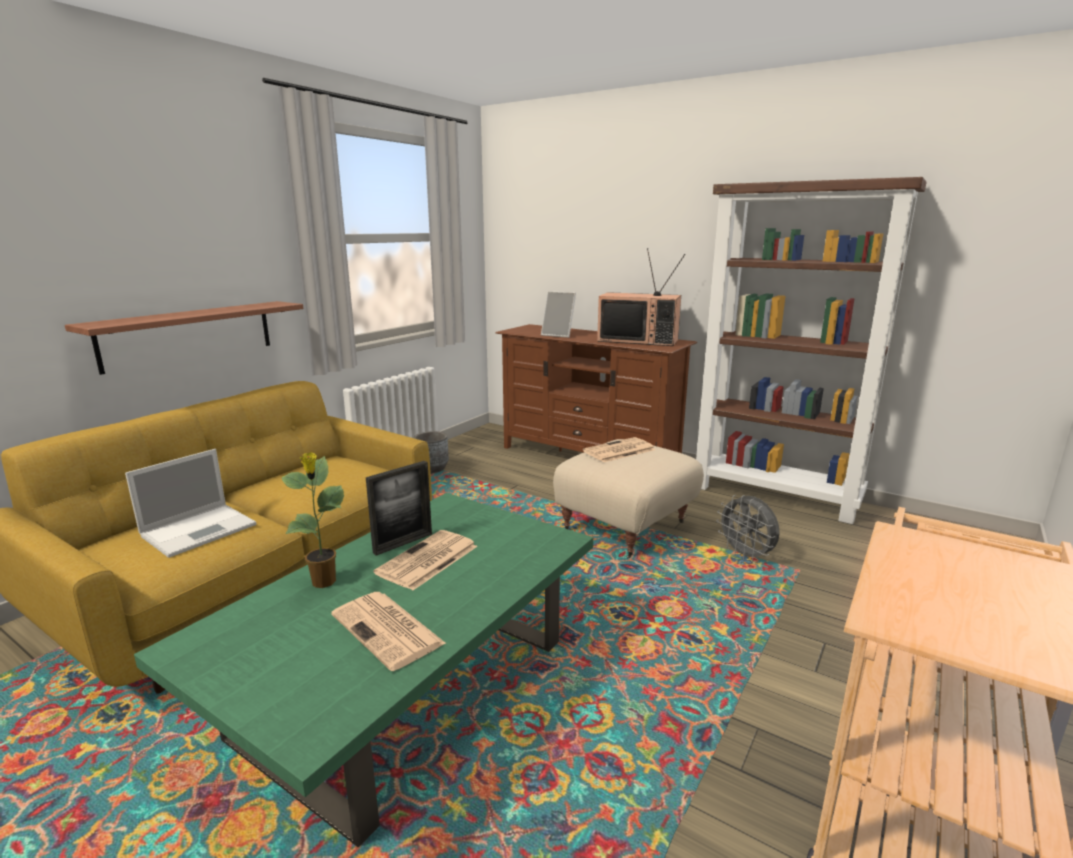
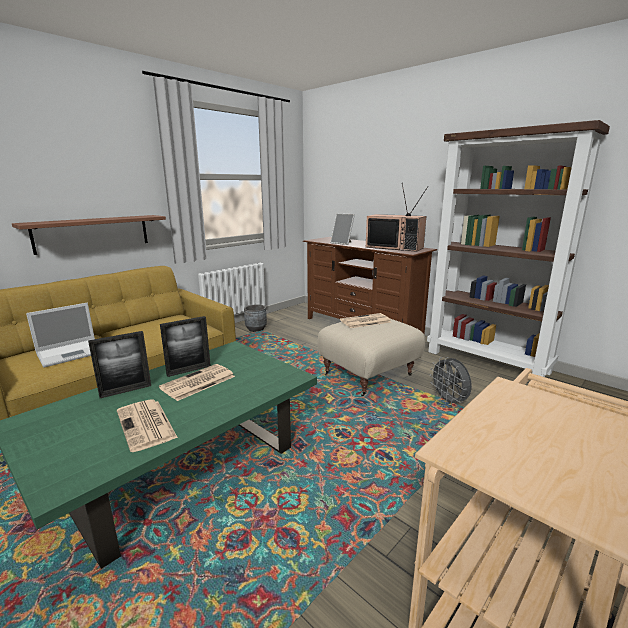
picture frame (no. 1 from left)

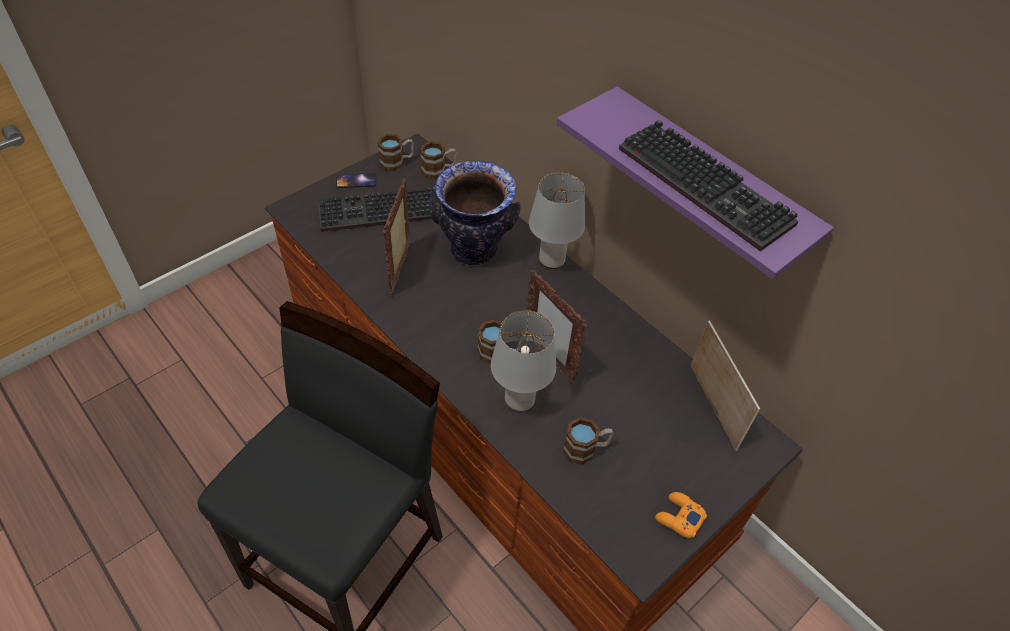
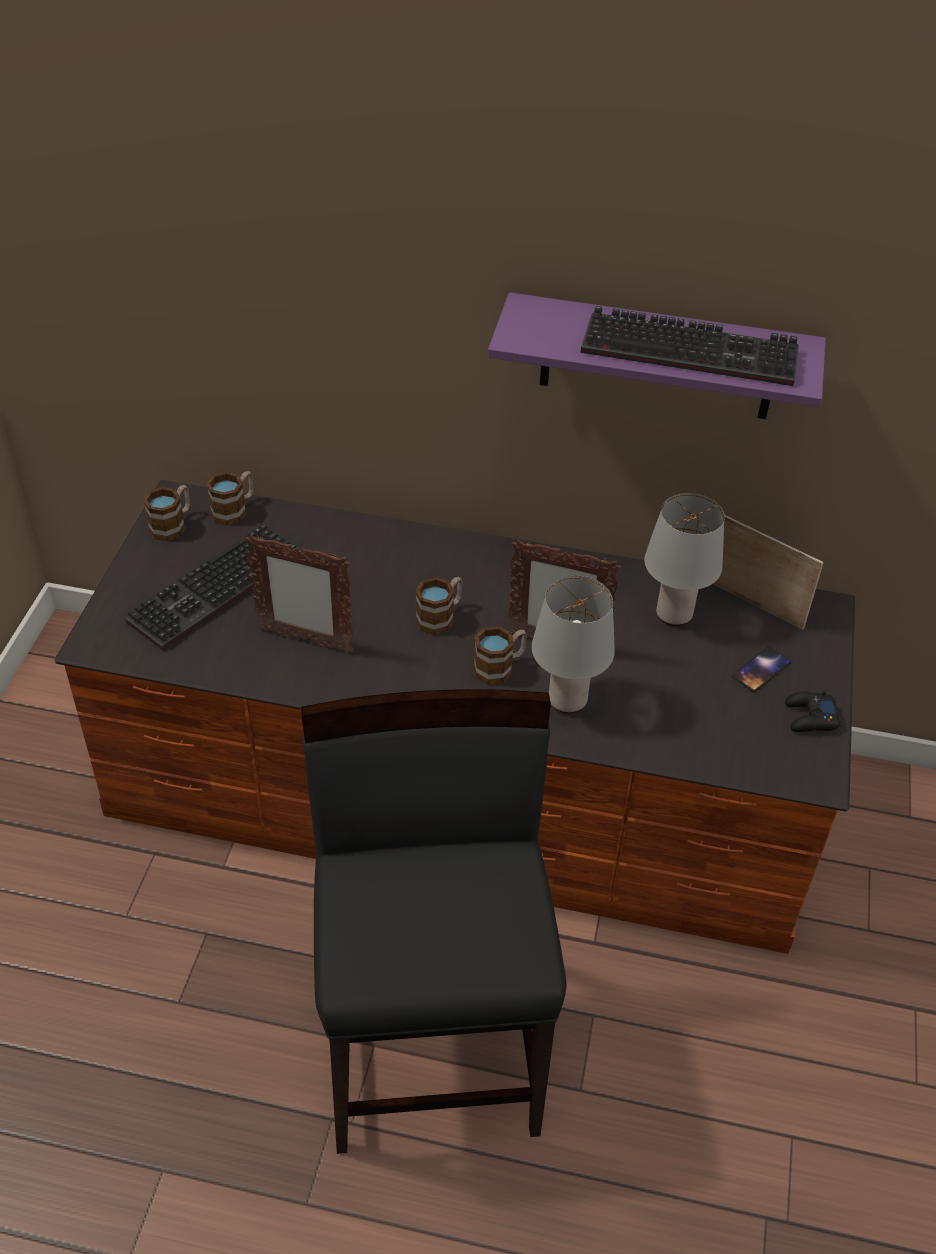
flower vase
telephone
gray table lamp (no. 2 from left)
picture frame (no. 1 from left)
coffee mug (no. 3 from left)
blackish gamepad

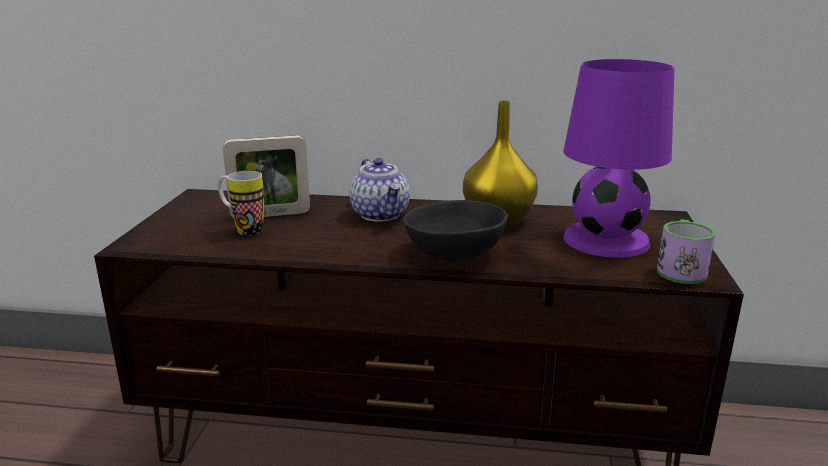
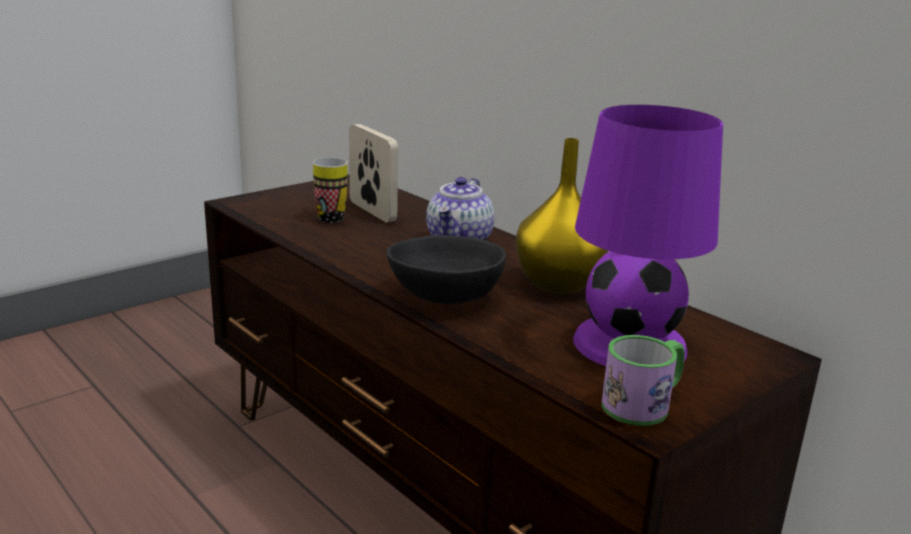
picture frame

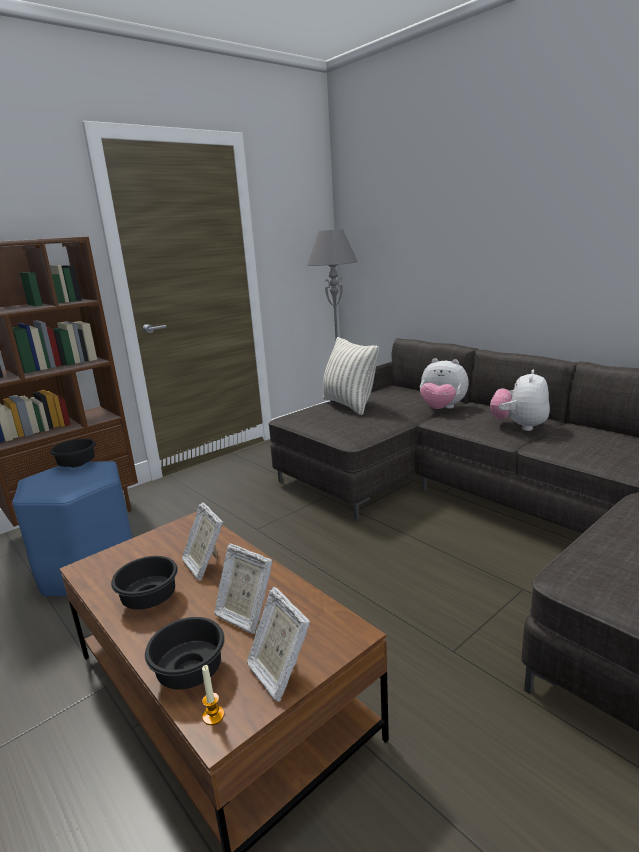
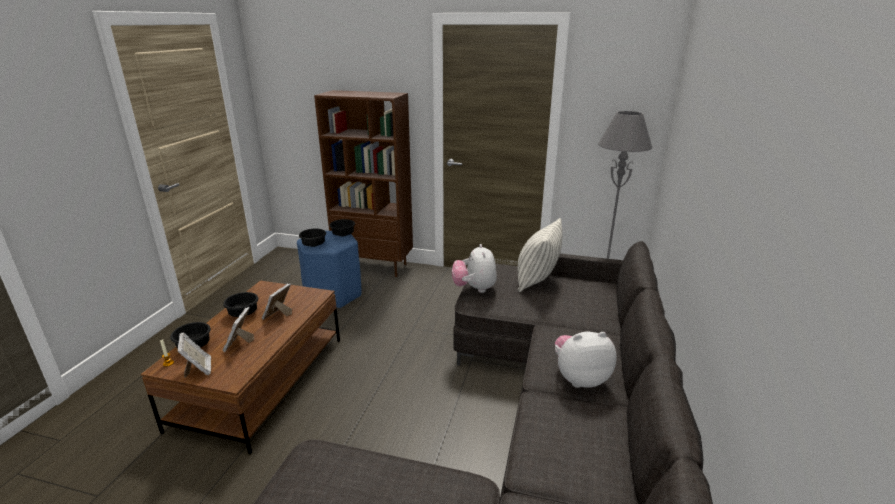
soft toy (no. 1 from left)
picture frame (no. 1 from left)
blackish bowl (no. 3 from left)

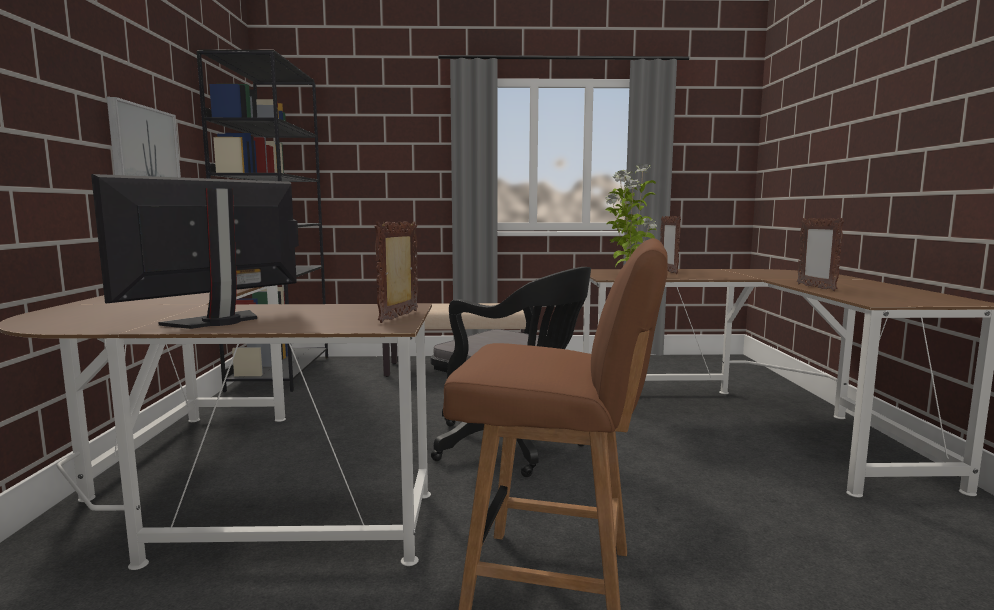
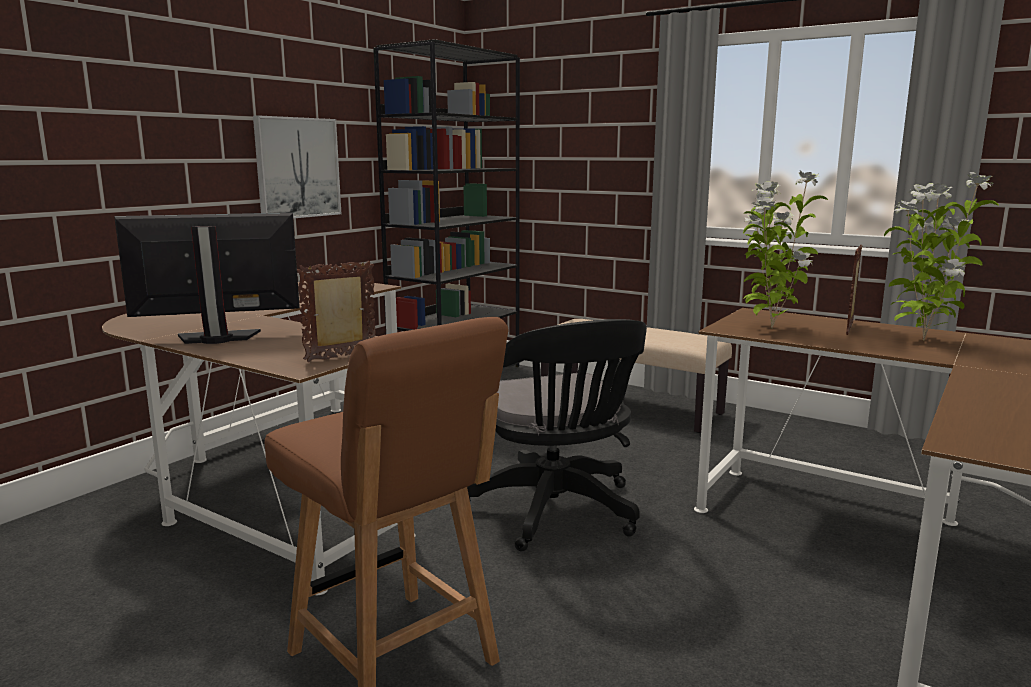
picture frame (no. 3 from left in the first image)
plant in a pot (no. 2 from left)

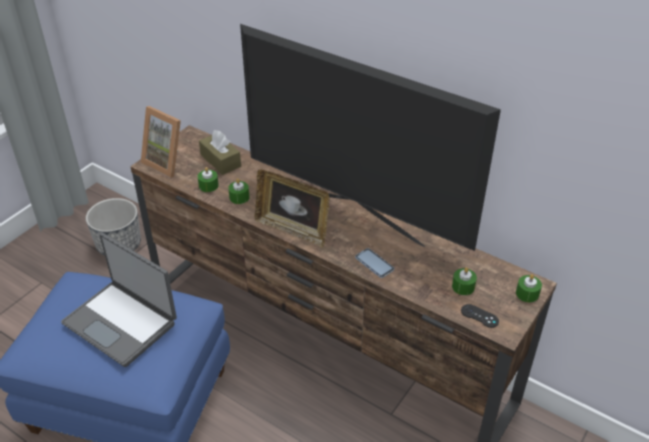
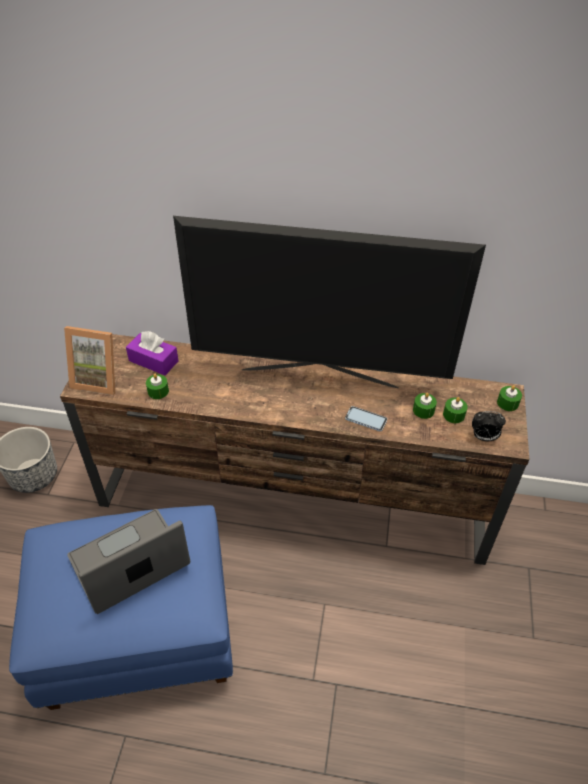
purplish tissue box
picture frame (no. 2 from left in the first image)
green candle (no. 2 from left)
laptop
bedside clock

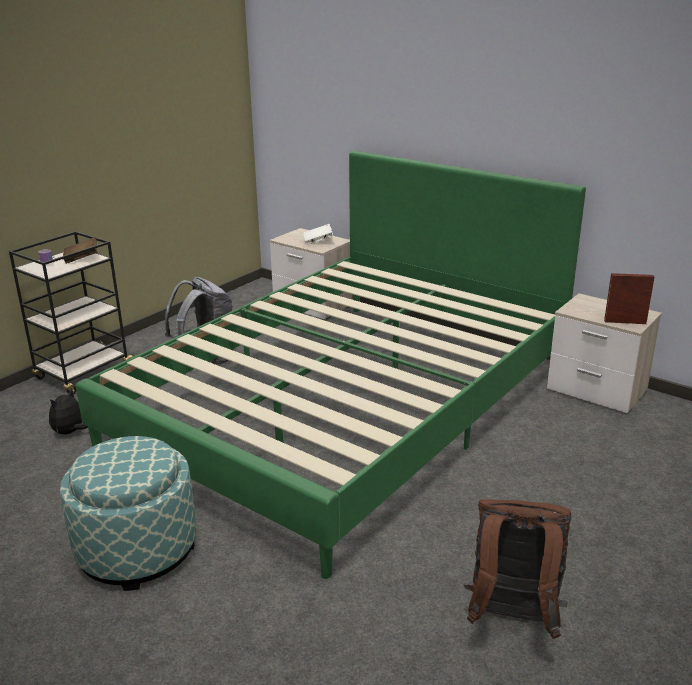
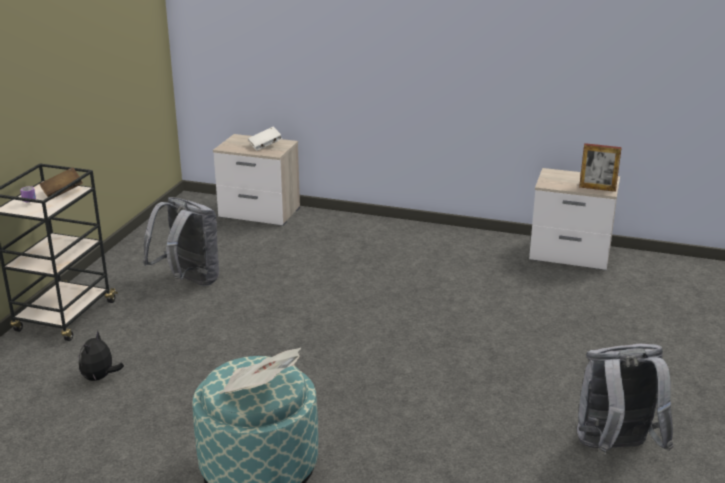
green sleeping bed
picture frame
gray rucksack (no. 2 from left)
printed paper

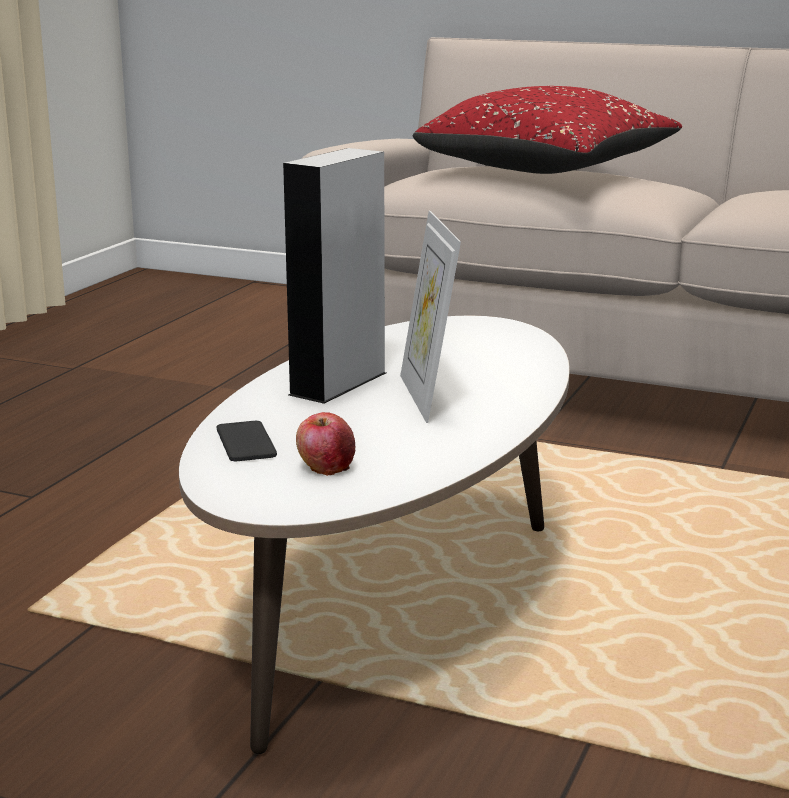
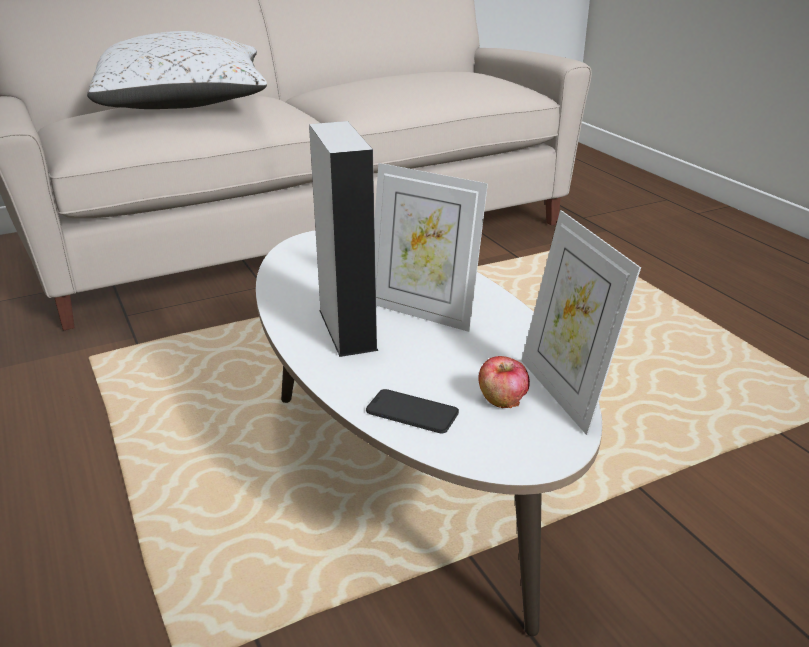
whitish throw pillow
picture frame (no. 2 from left)

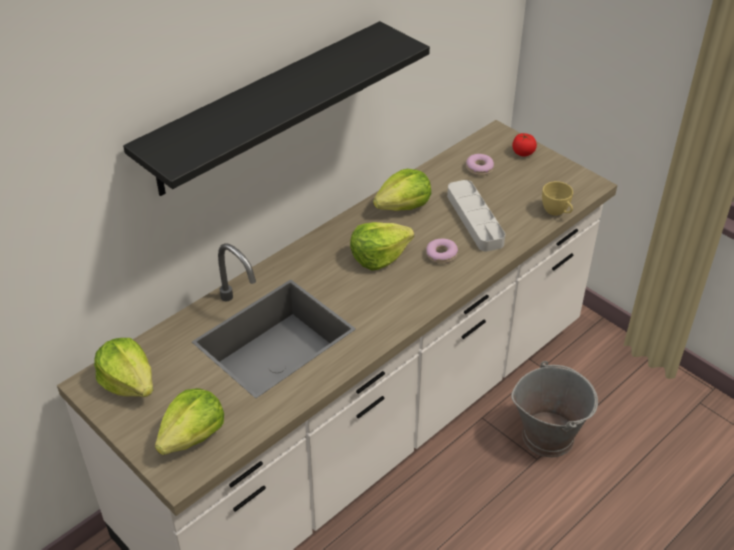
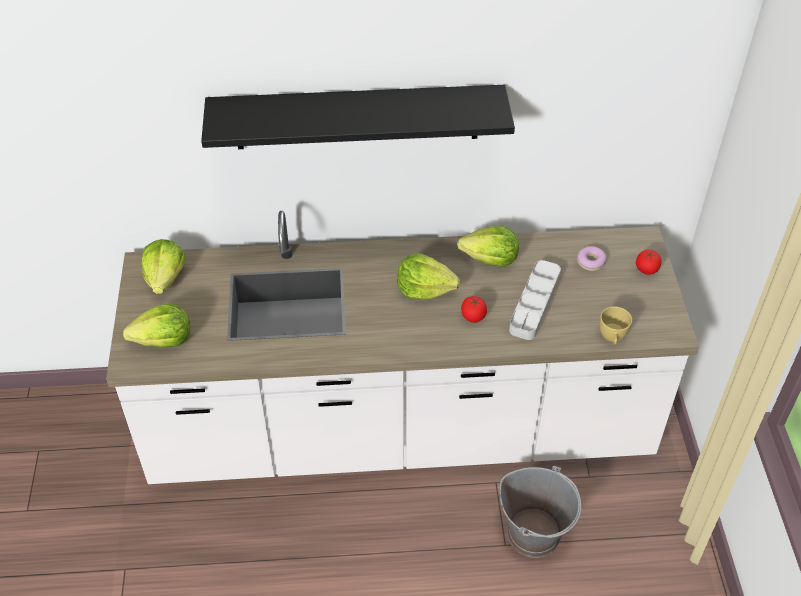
tomato (no. 1 from left)

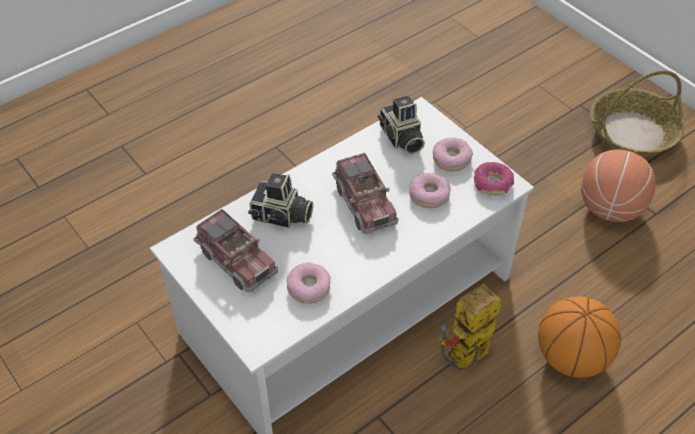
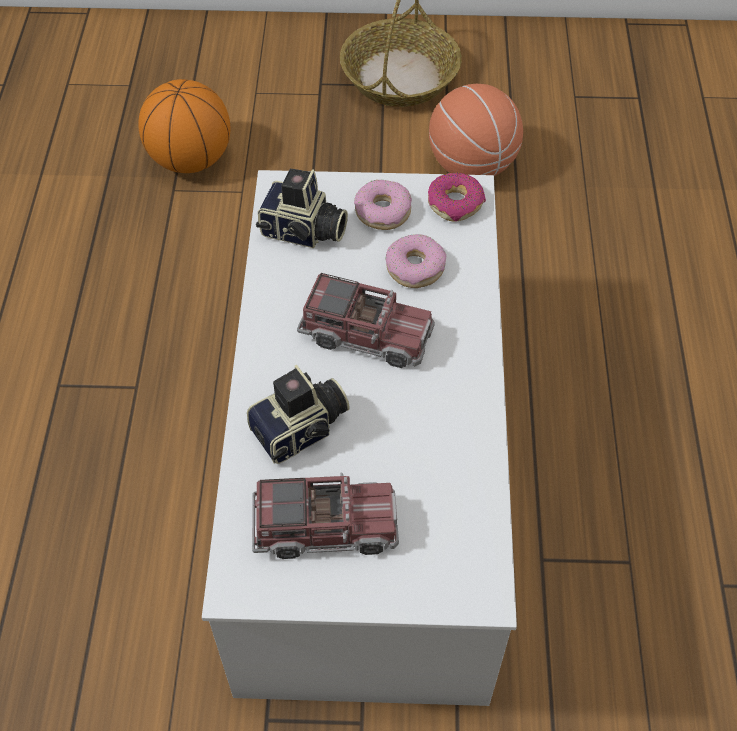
donut (no. 1 from left in the first image)
robot figure
basketball (no. 1 from left)

